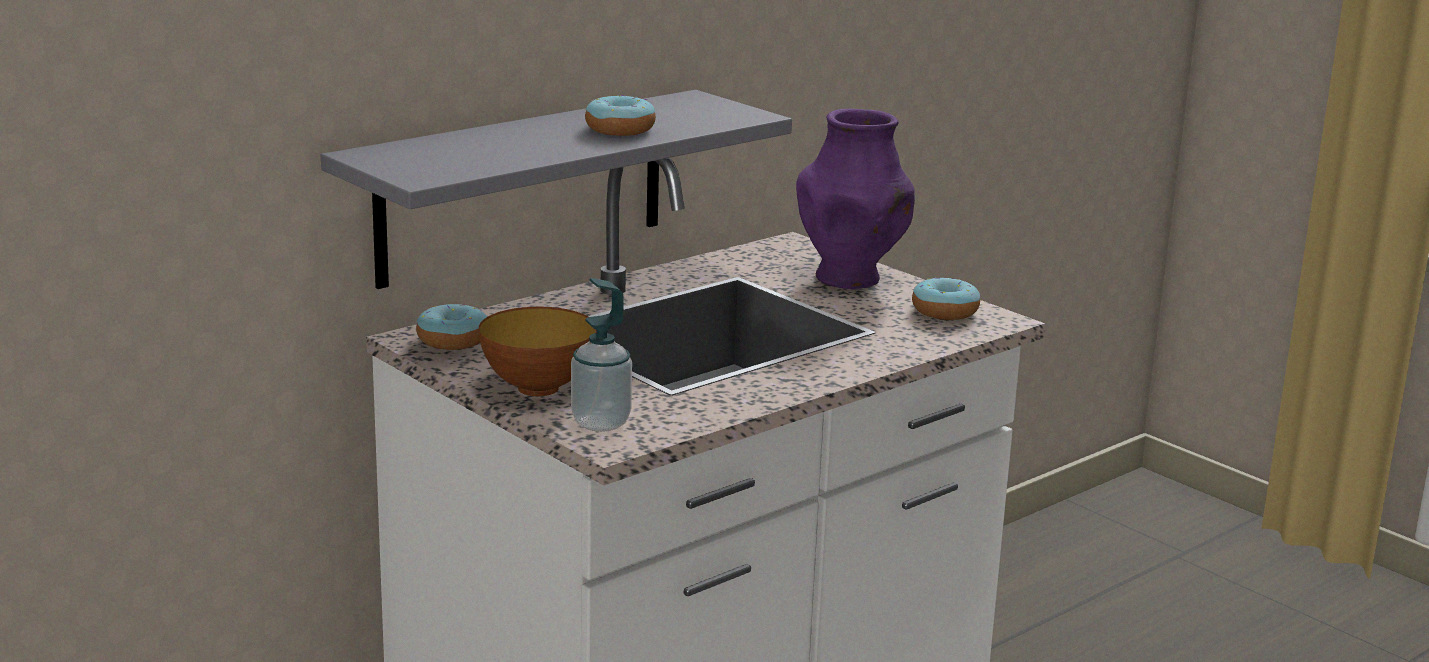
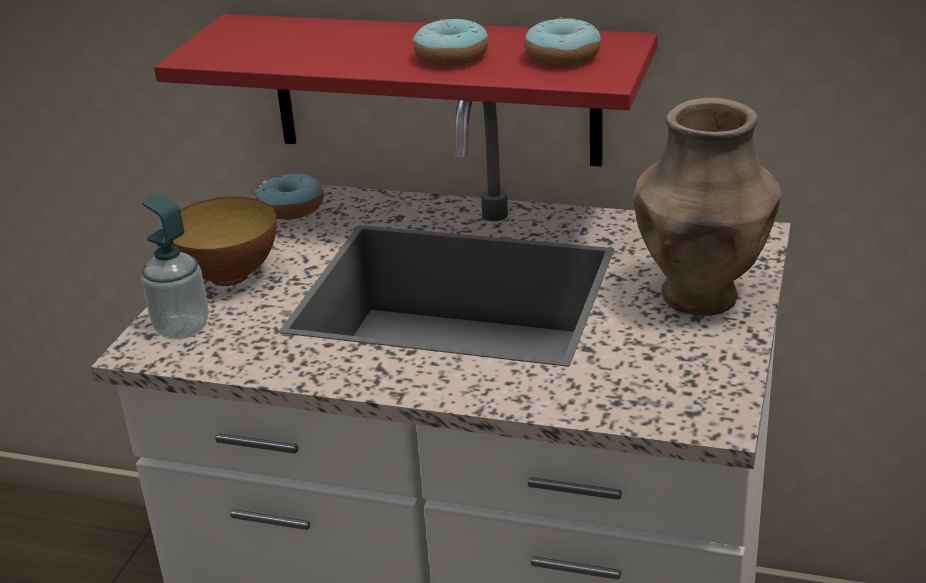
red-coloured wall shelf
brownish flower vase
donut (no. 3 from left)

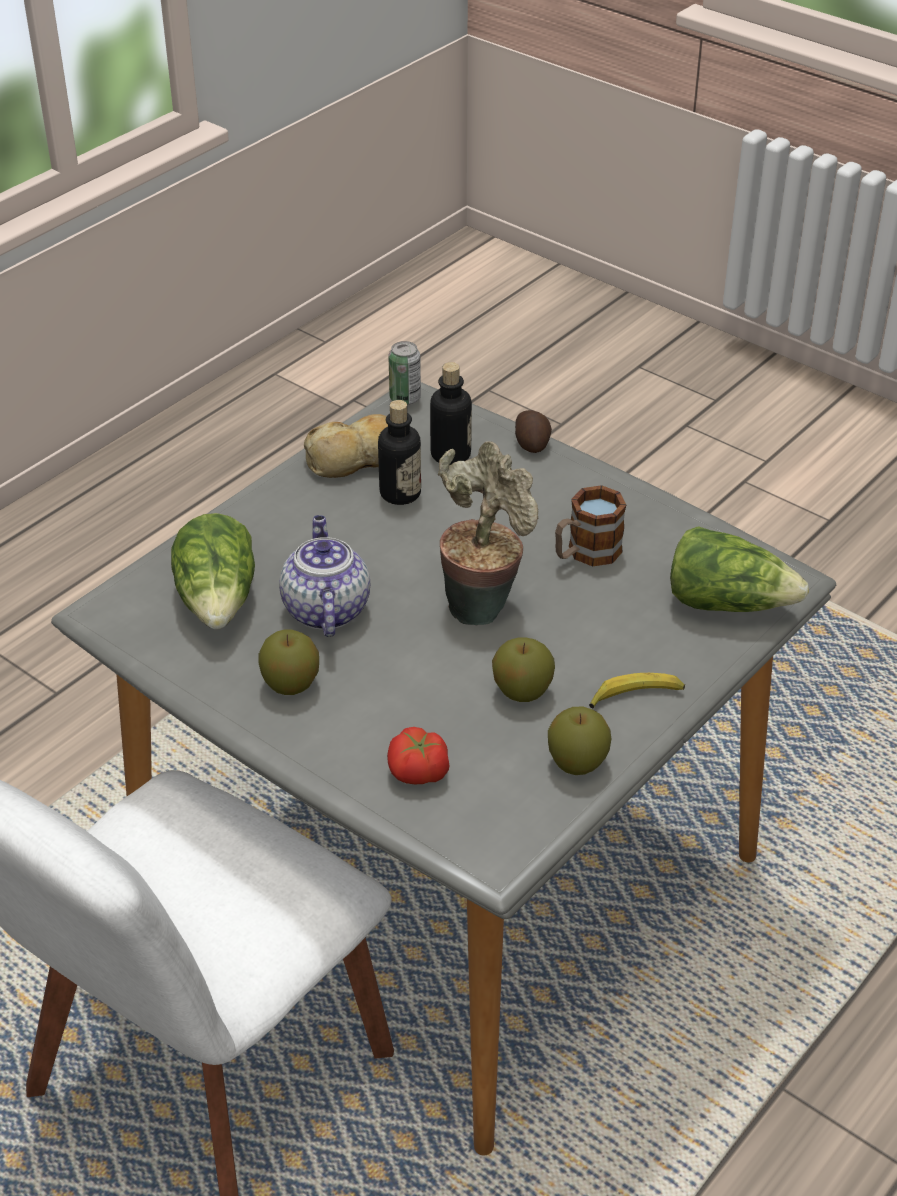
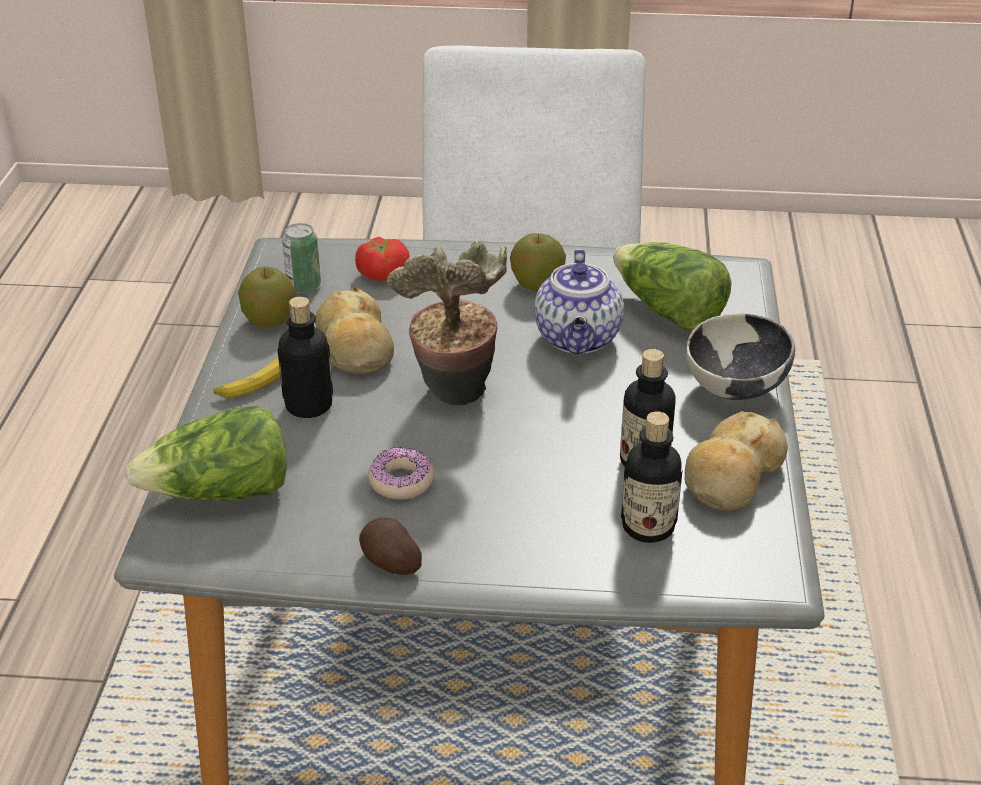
can
whole potato
donut
teapot
baked bread (no. 1 from left)
beverage bottle (no. 1 from left)
bowl

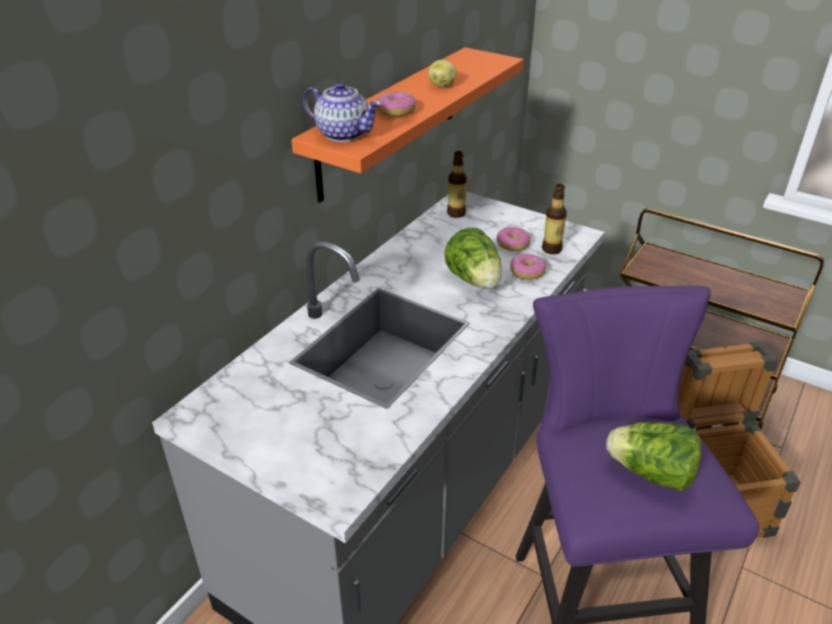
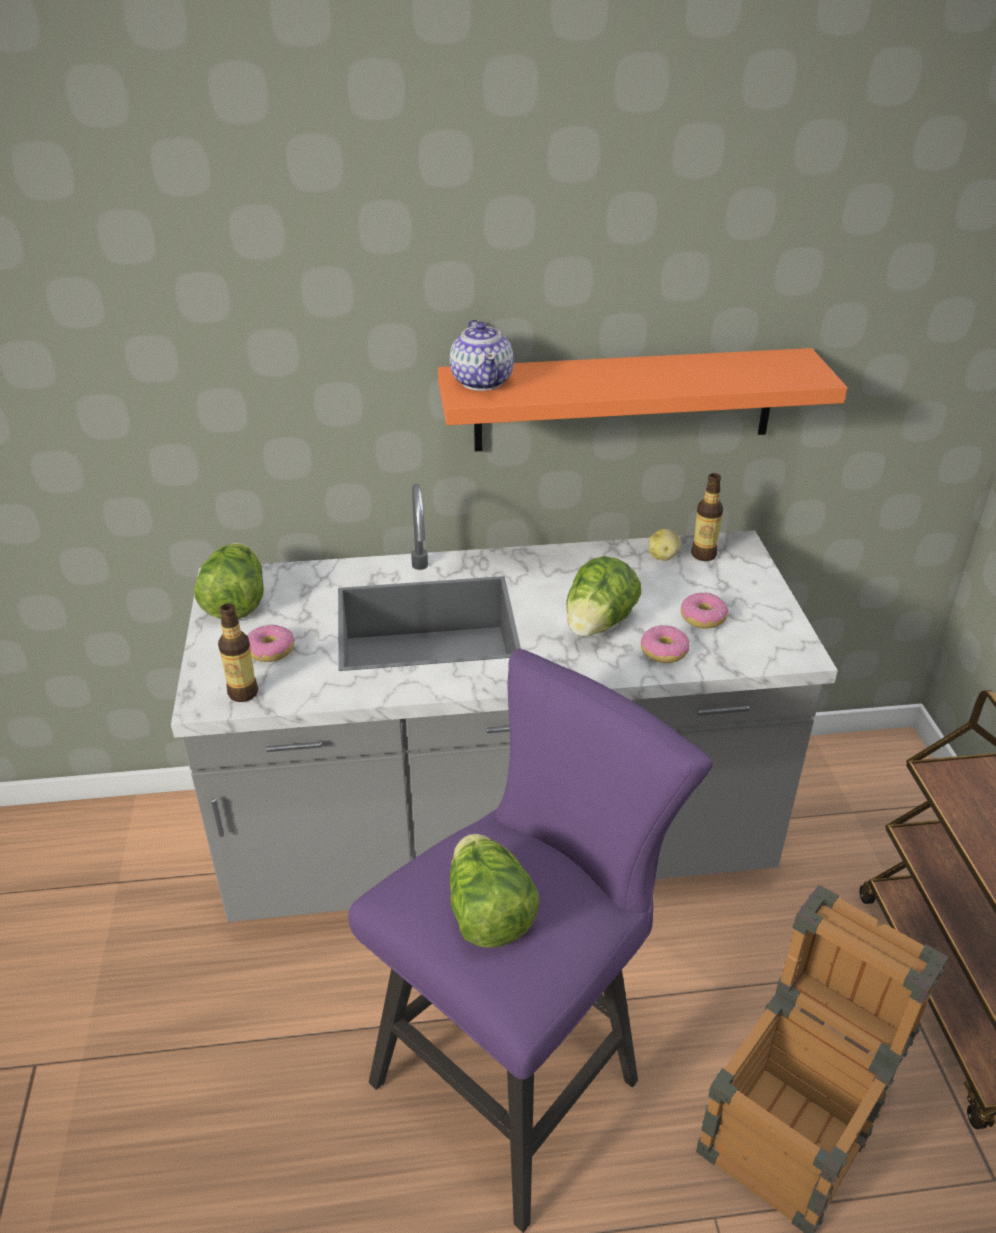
whole potato
donut (no. 1 from left)
beverage bottle (no. 1 from left)
head of lettuce (no. 1 from left)

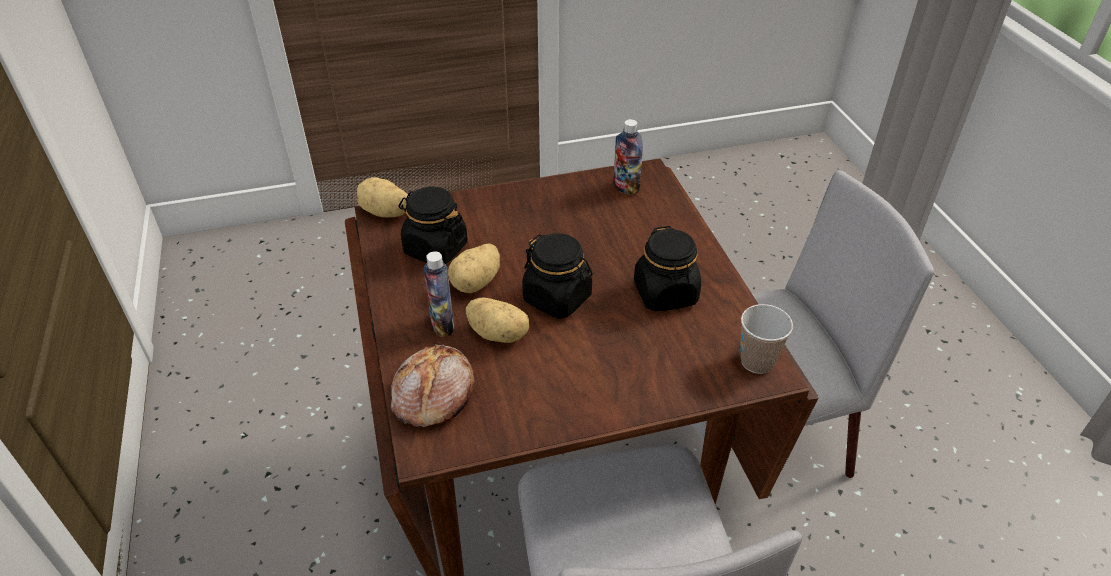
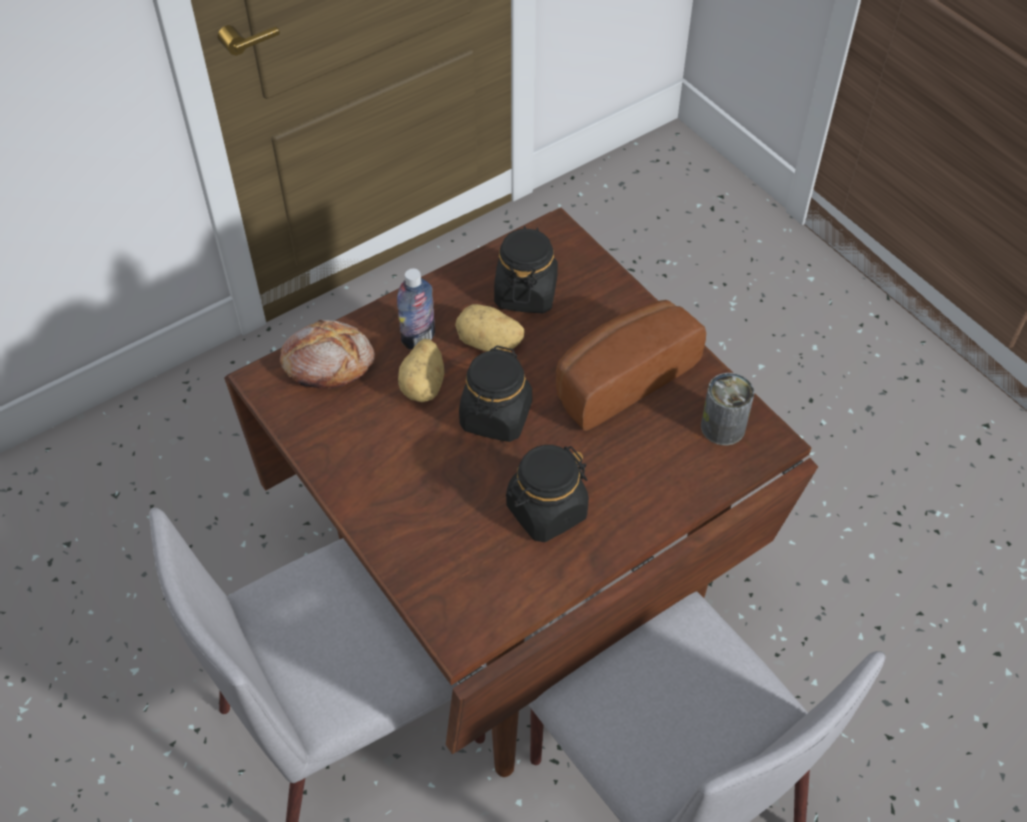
can
whole potato (no. 1 from left in the first image)
cup
baked bread (no. 2 from left)

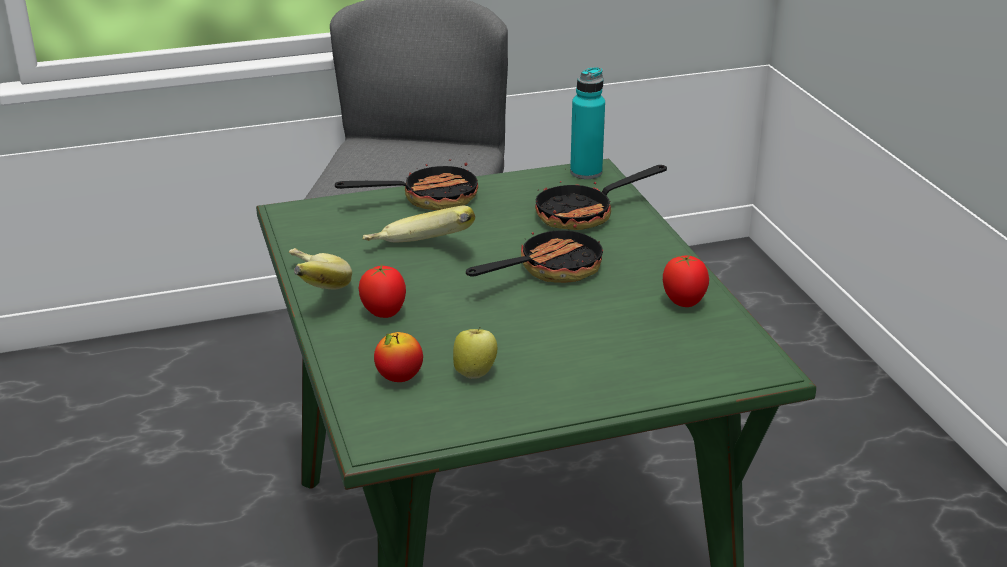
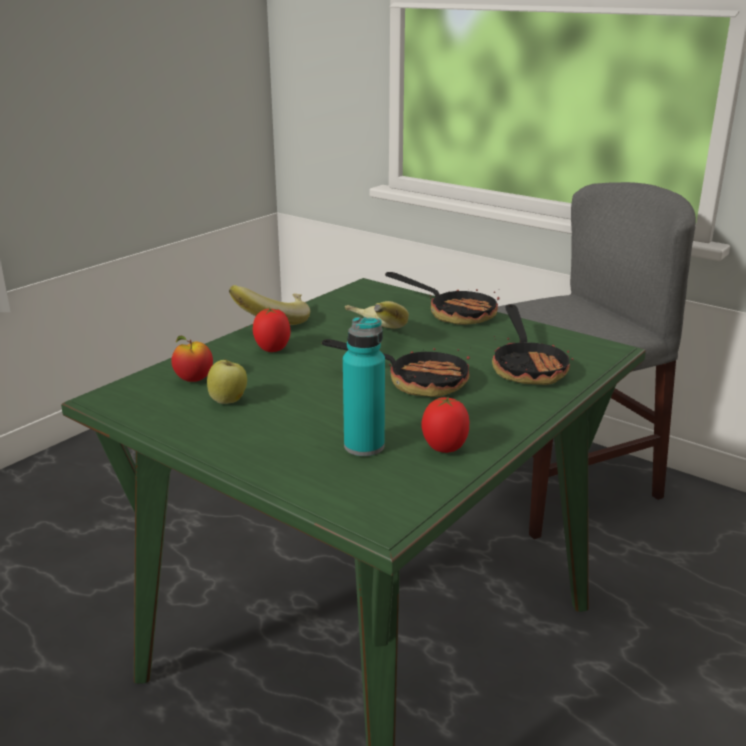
turquoise beverage bottle
pan (no. 3 from left)

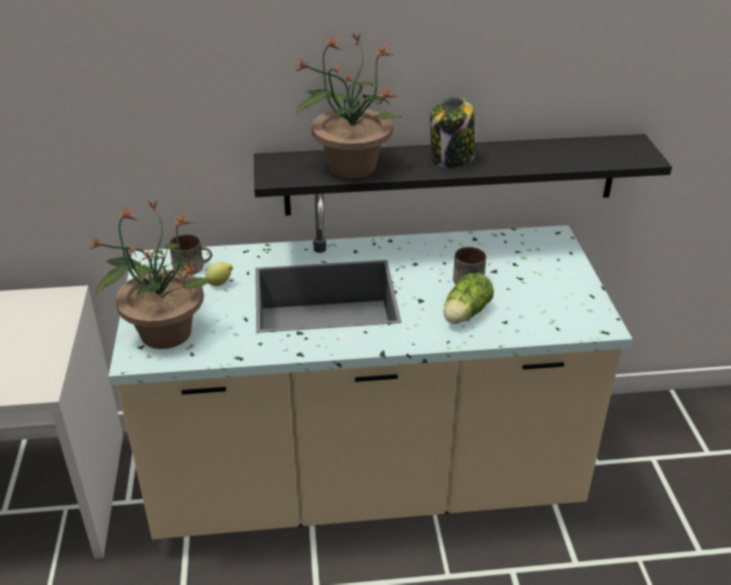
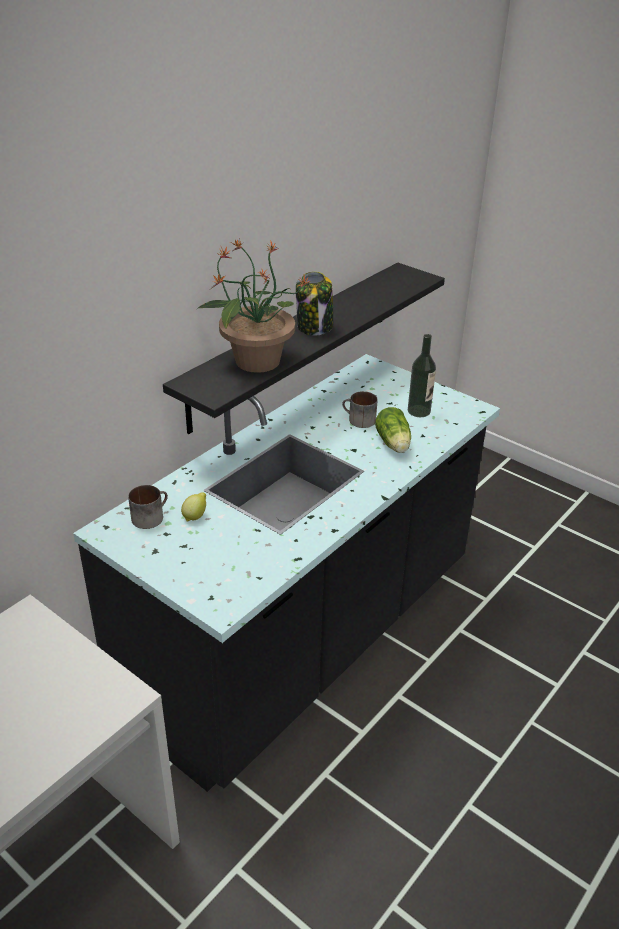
blackish kitchen base unit
plant in a pot (no. 1 from left in the first image)
beverage bottle

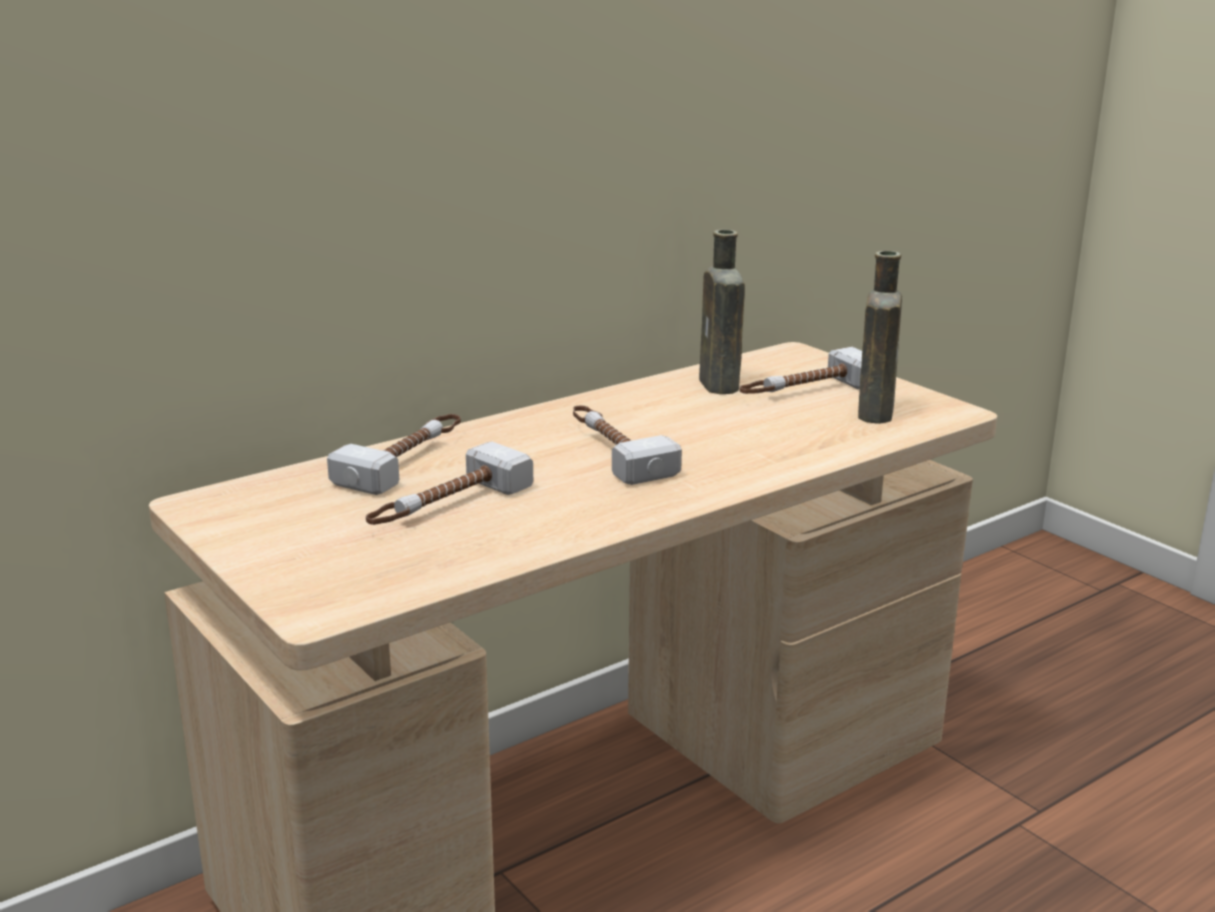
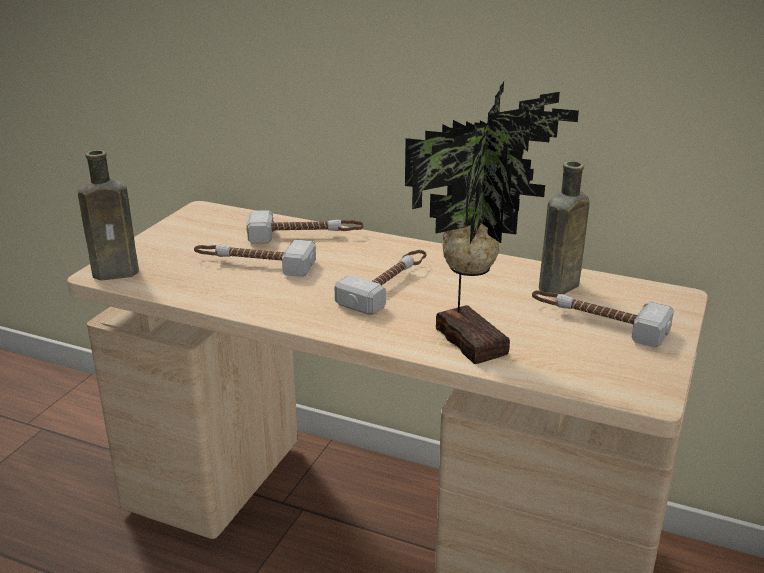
brownish beverage bottle (no. 1 from left)
plant in a pot

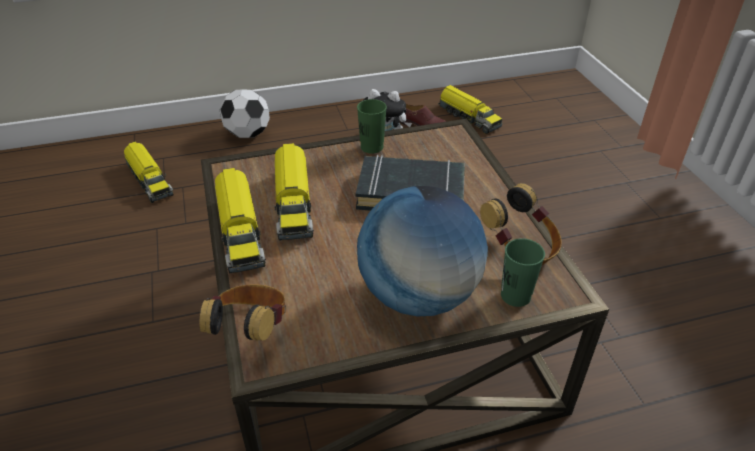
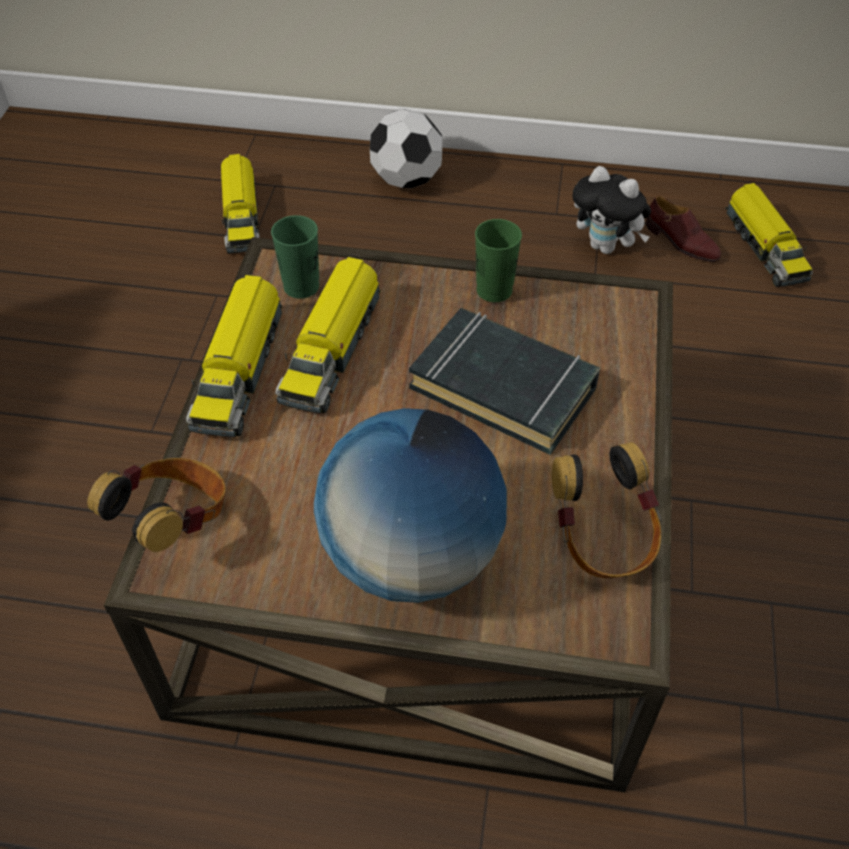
green cup (no. 1 from left)

